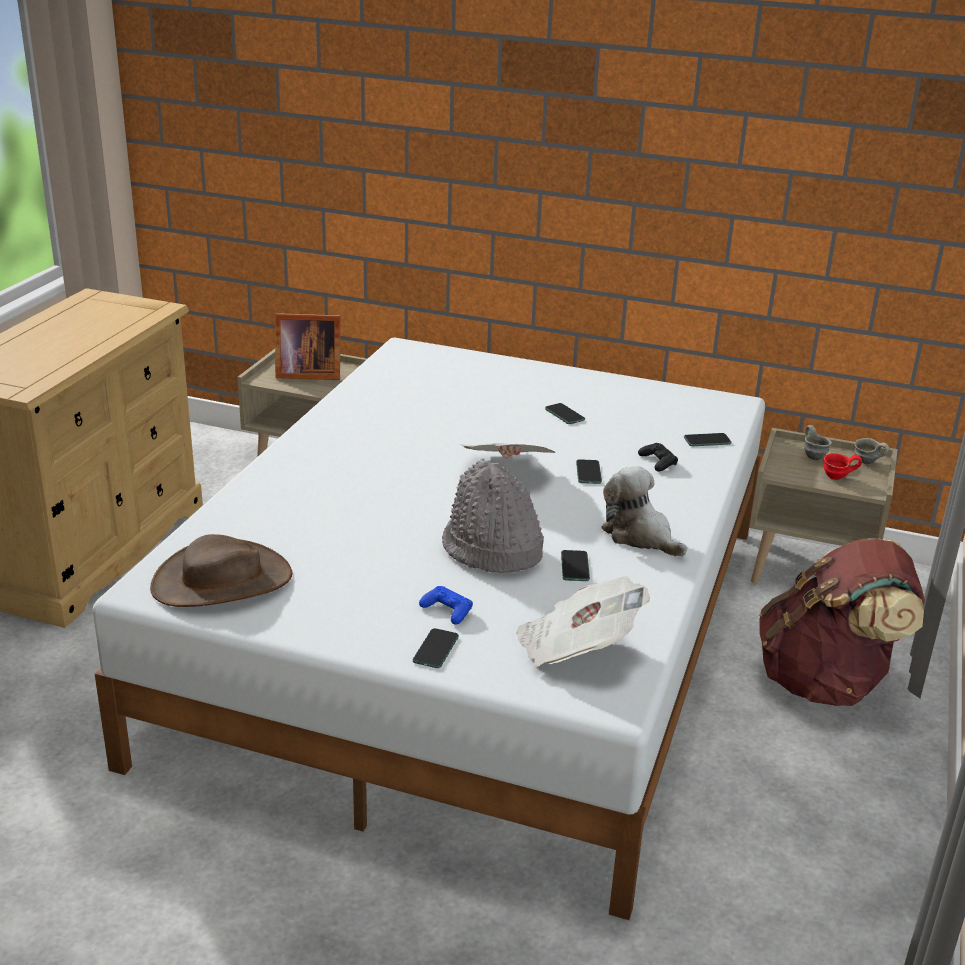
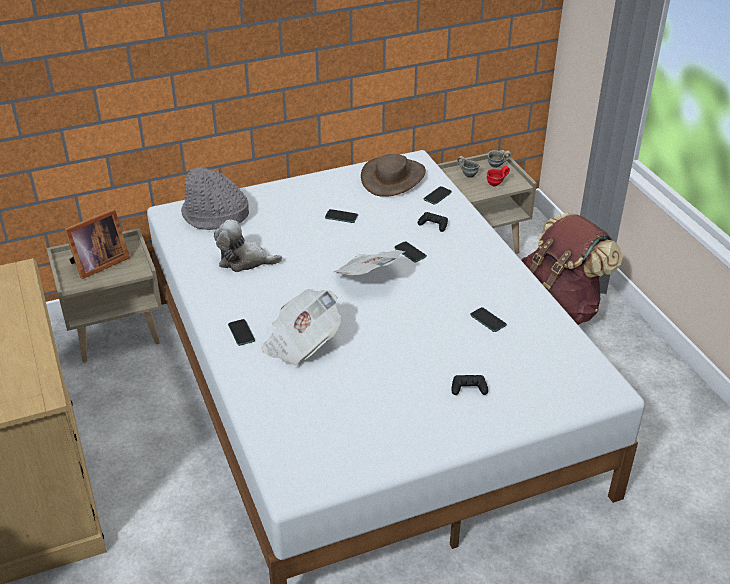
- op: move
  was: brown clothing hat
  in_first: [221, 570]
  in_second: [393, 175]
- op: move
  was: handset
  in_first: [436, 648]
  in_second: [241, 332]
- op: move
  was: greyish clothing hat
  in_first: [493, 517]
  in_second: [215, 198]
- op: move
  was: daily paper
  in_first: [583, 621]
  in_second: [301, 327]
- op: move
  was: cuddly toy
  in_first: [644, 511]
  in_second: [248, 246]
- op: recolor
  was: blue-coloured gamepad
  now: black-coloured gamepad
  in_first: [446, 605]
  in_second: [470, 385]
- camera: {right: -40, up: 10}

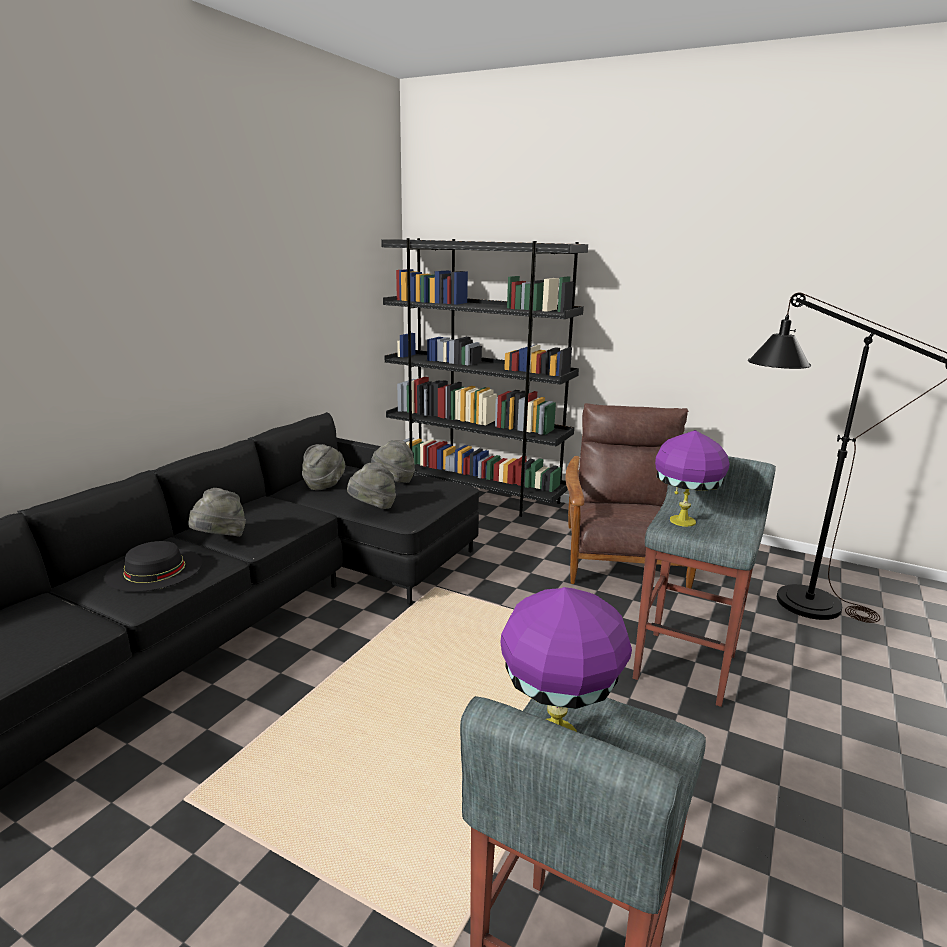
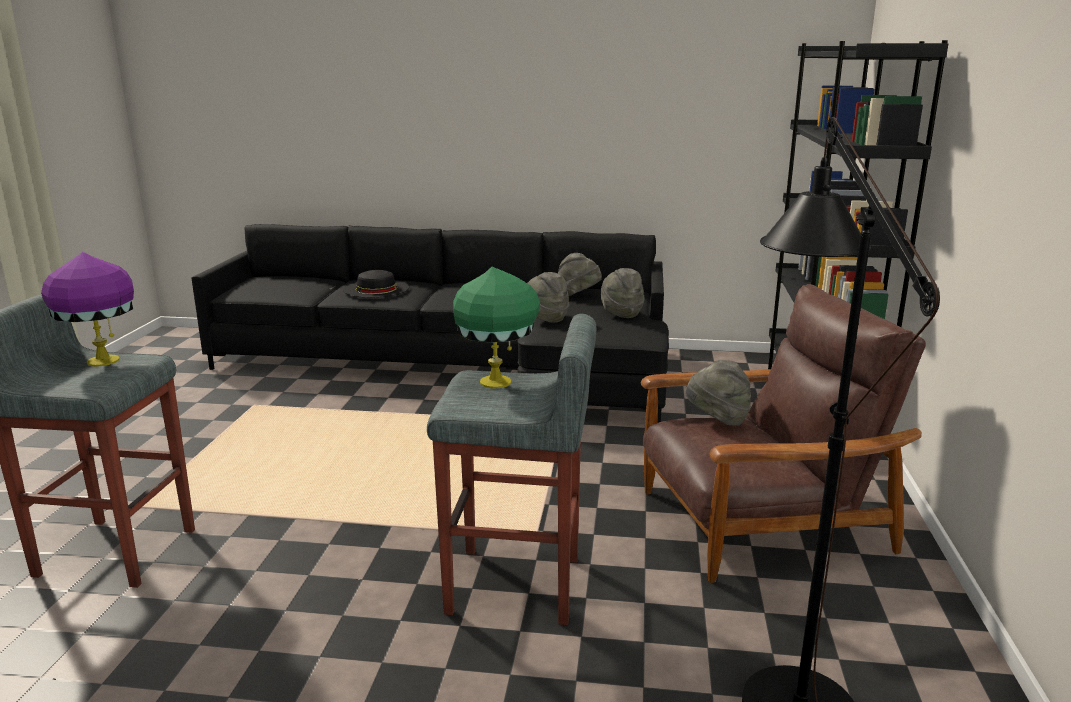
- op: move
  was: greyish clothing hat
  in_first: [217, 512]
  in_second: [718, 393]
- op: recolor
  was: purple-coloured lamp for a table
  now: green-coloured lamp for a table
  in_first: [692, 478]
  in_second: [496, 328]
- camera: {right: 70, up: 0}

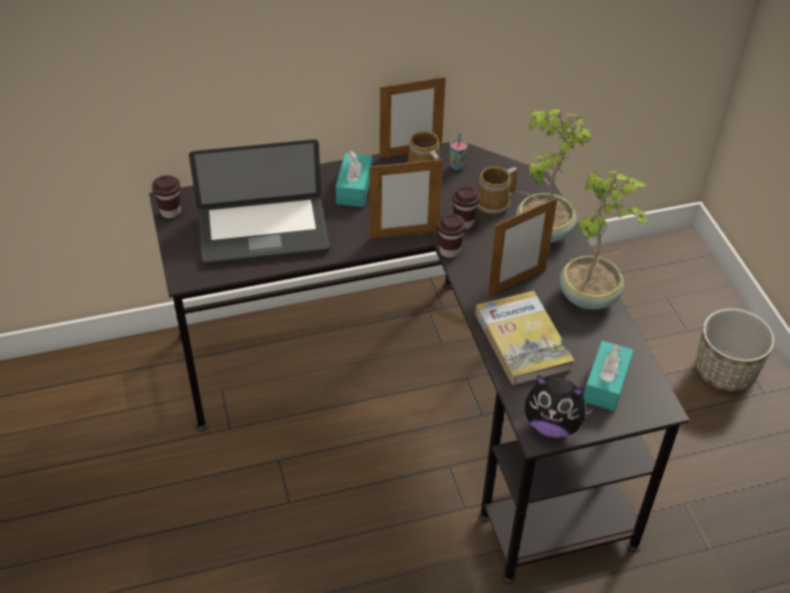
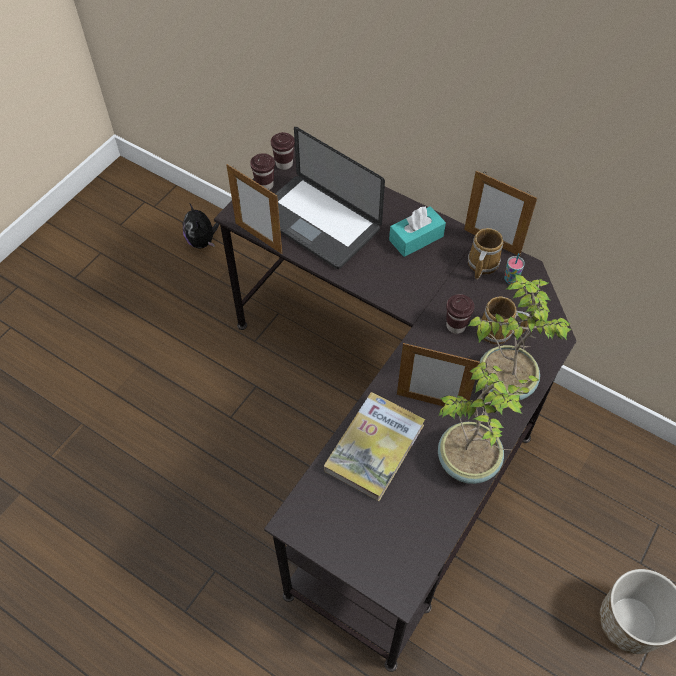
- op: delete
  was: turquoise-coloured box of tissues
  in_first: [608, 376]
- op: move
  was: picture frame
  in_first: [406, 198]
  in_second: [254, 209]
- op: move
  was: brown cup
  in_first: [451, 236]
  in_second: [262, 171]
- op: move
  was: cuddly toy
  in_first: [559, 406]
  in_second: [201, 226]
- camera: {right: 50, up: 10}

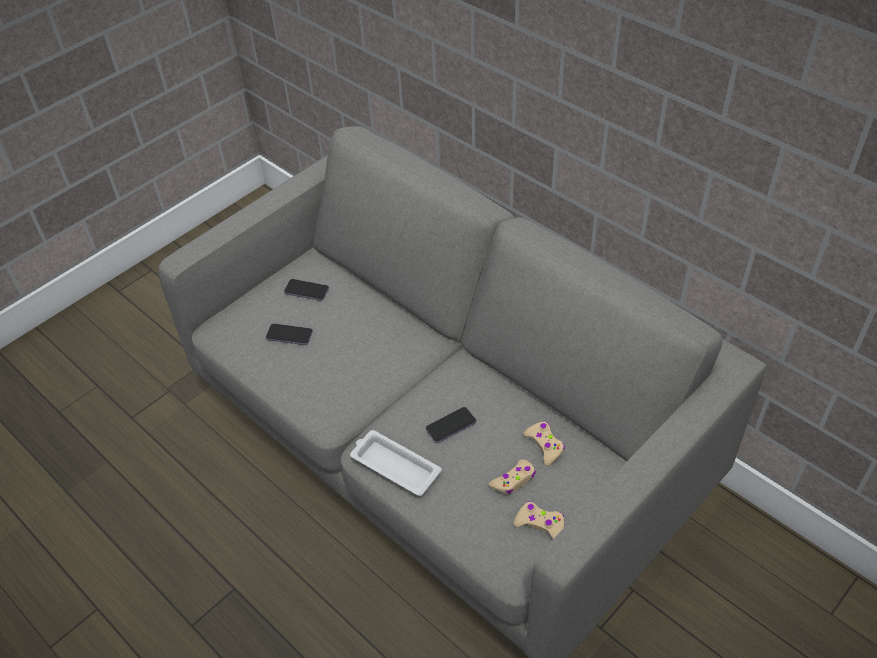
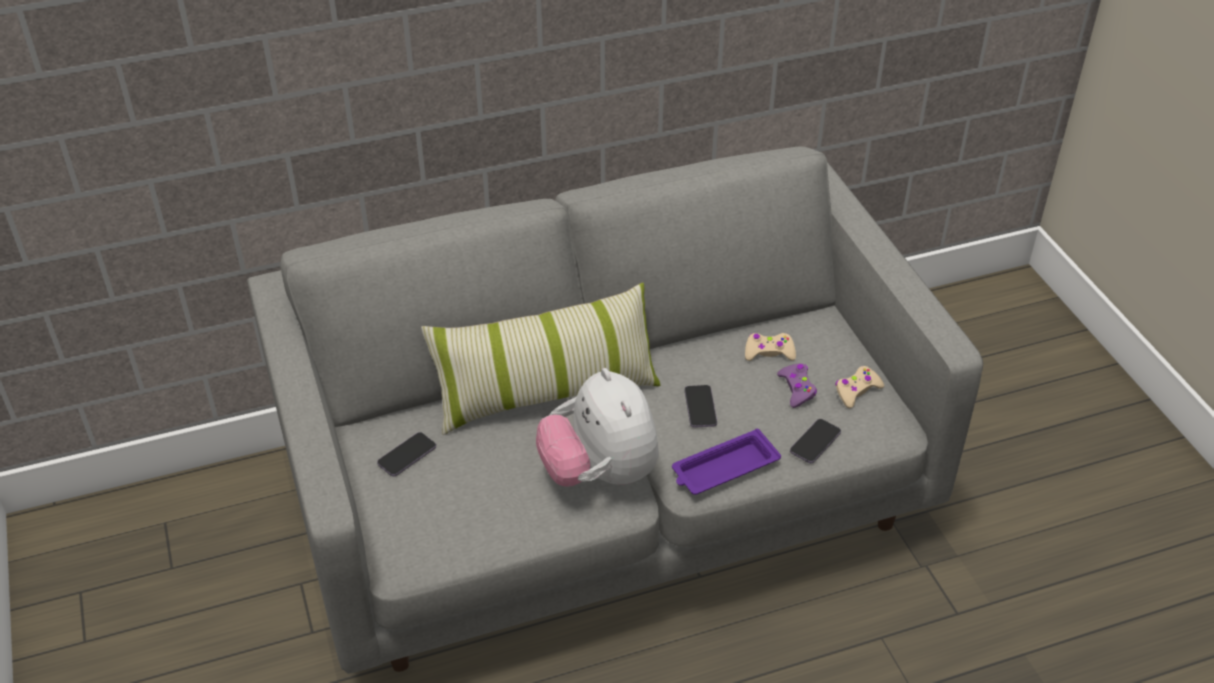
- op: insert
  now: cushion
  in_second: [540, 359]
- op: insert
  now: cuddly toy
  in_second: [597, 427]
- op: move
  was: handset
  in_first: [289, 334]
  in_second: [815, 441]
- op: recolor
  was: white-coloured carrying tray
  now: purple-coloured carrying tray
  in_first: [396, 463]
  in_second: [726, 461]
- op: recolor
  was: beige-coloured gamepad
  now: purple-coloured gamepad
  in_first: [512, 476]
  in_second: [797, 385]
- camera: {right: -65, up: -5}

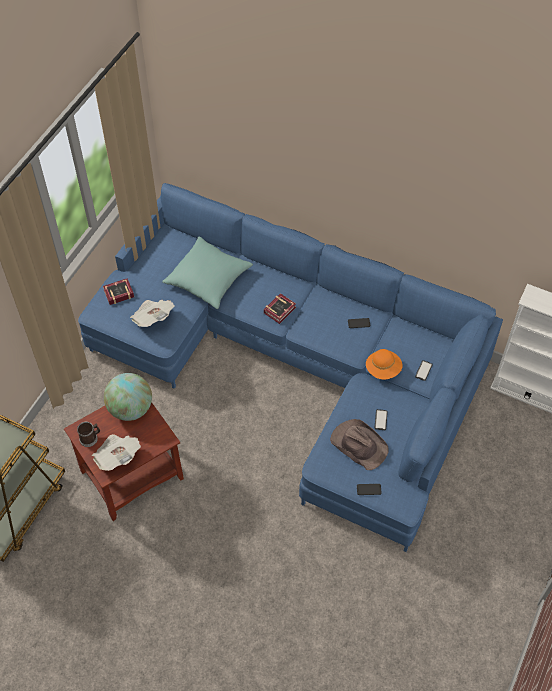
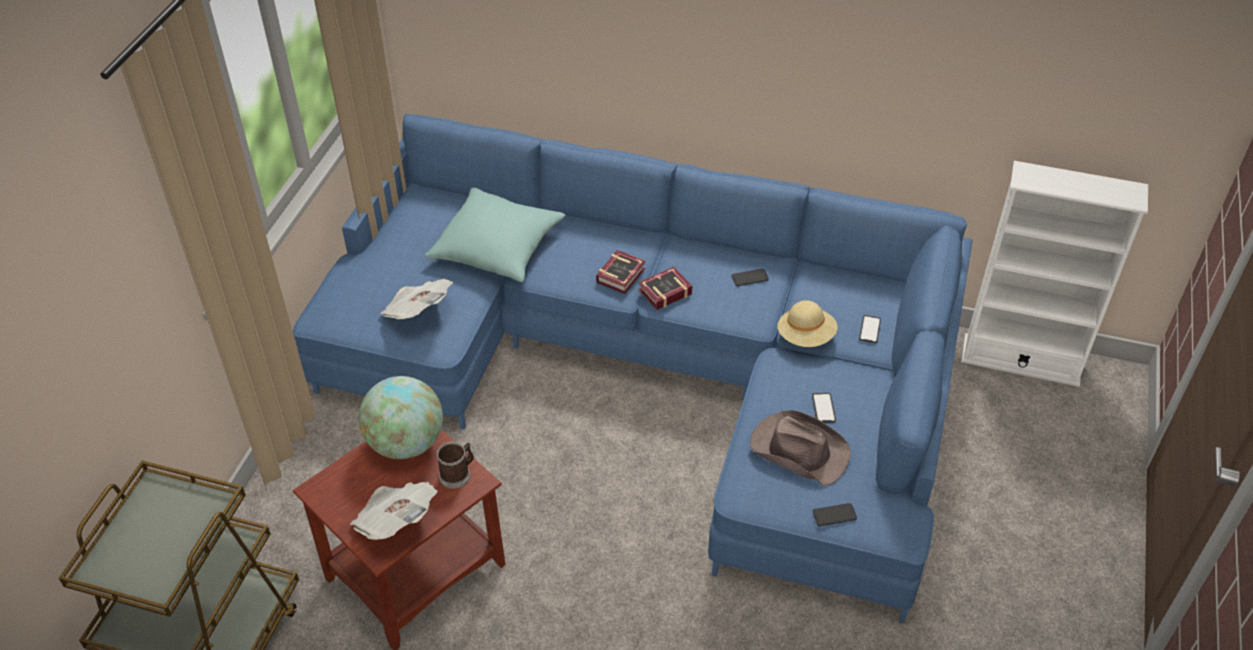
- op: move
  was: mug
  in_first: [88, 434]
  in_second: [455, 465]
- op: move
  was: book
  in_first: [118, 292]
  in_second: [665, 288]
- op: recolor
  was: orangey clothing hat
  now: beige-coloured clothing hat
  in_first: [384, 364]
  in_second: [807, 323]
- camera: {right: -10, up: -10}

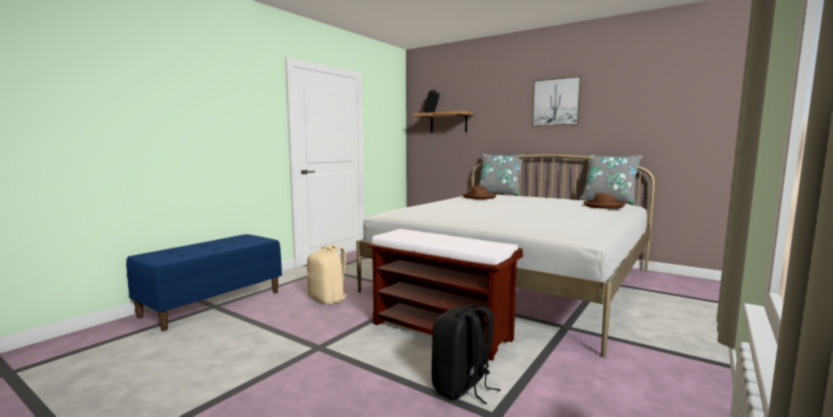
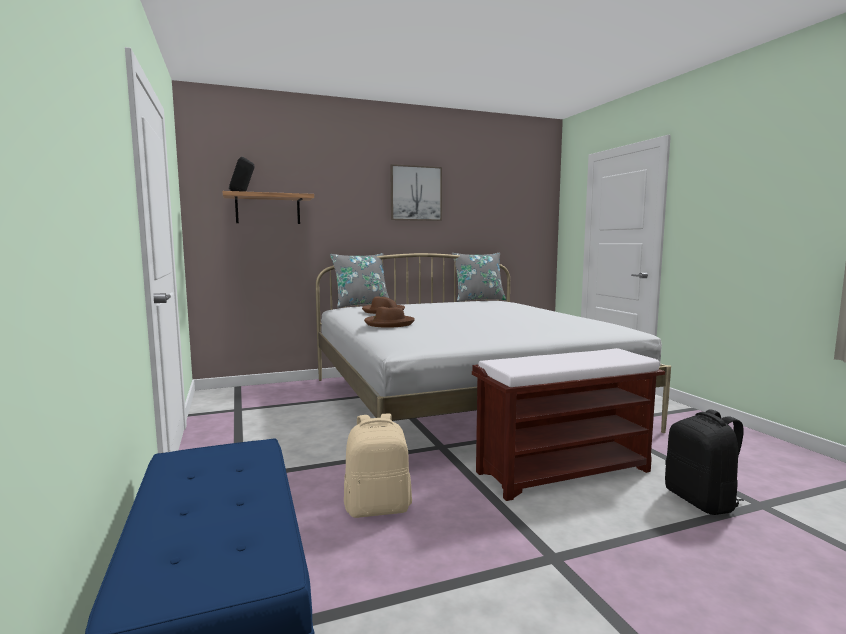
- op: move
  was: brown clothing hat
  in_first: [604, 201]
  in_second: [389, 317]
- camera: {right: -55, up: 0}

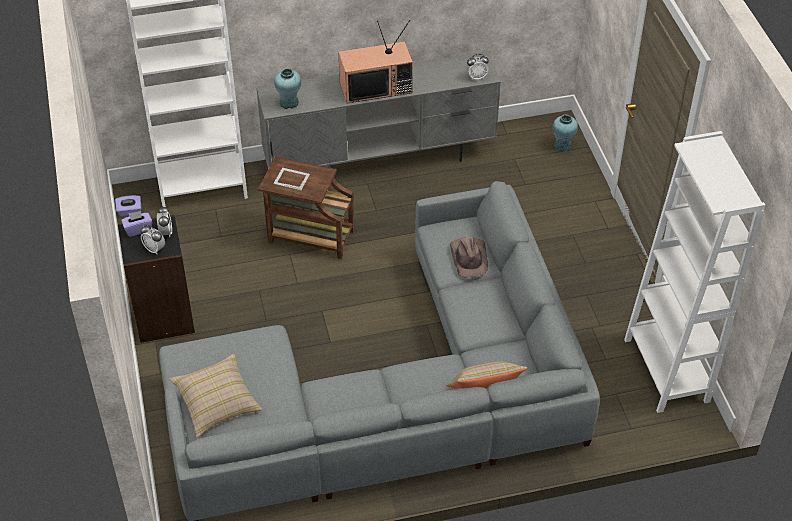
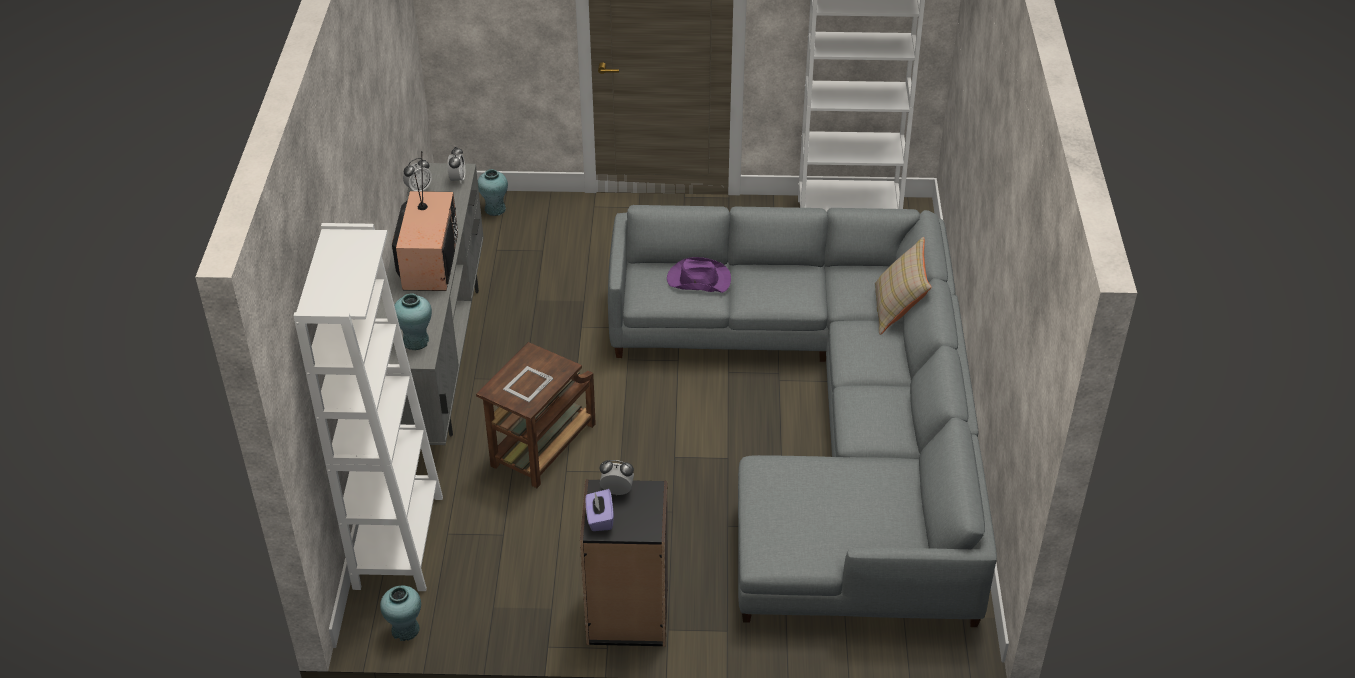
- op: delete
  was: beige-coloured cushion
  in_first: [215, 396]
- op: move
  was: alarm clock
  in_first: [153, 239]
  in_second: [417, 174]
- op: replace
  was: purple-coloured box of tissues
  now: turquoise-coloured vase
  in_first: [128, 205]
  in_second: [400, 613]
- op: recolor
  was: brown clothing hat
  now: purple-coloured clothing hat
  in_first: [469, 257]
  in_second: [699, 275]
- camera: {right: -75, up: -5}

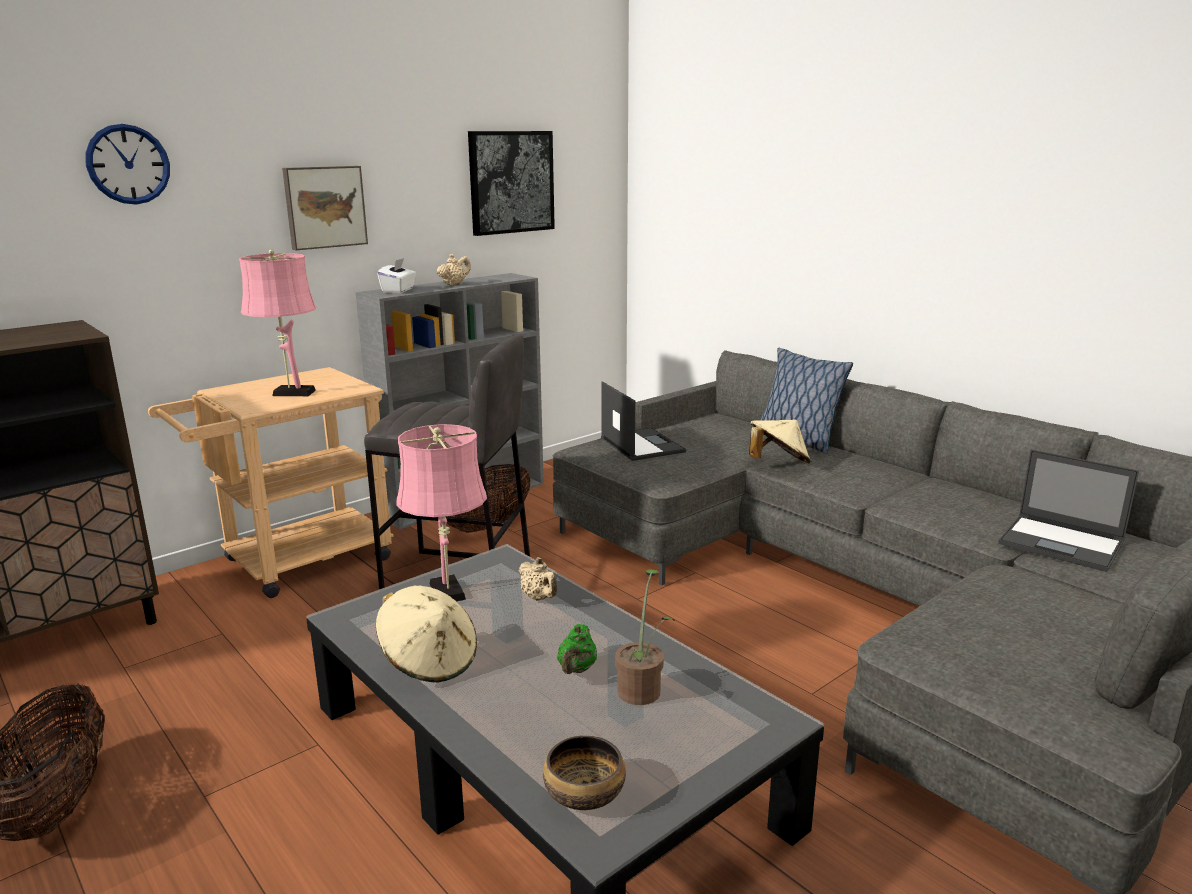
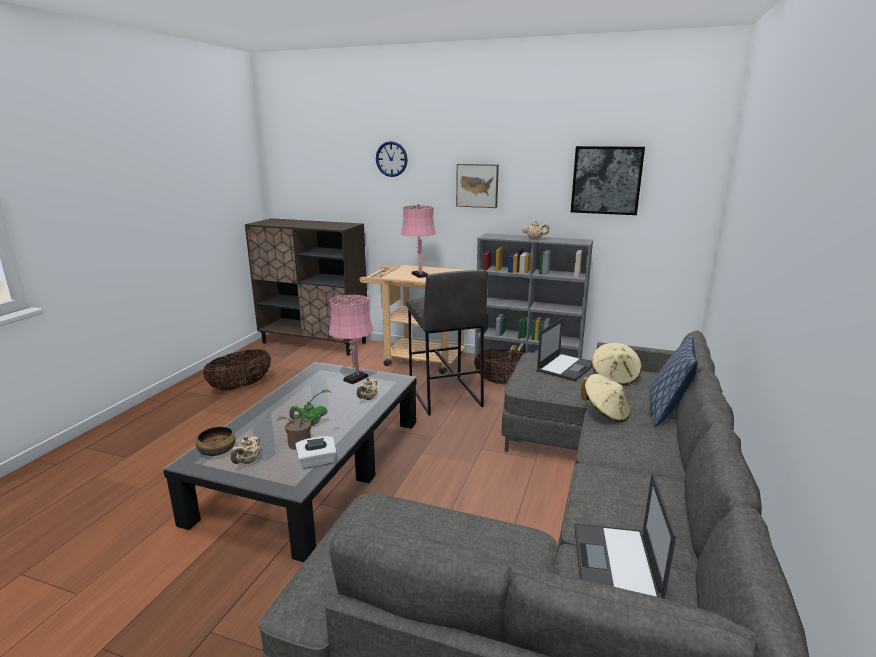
- op: insert
  now: beige-coloured pot for tea
  in_second: [245, 450]
- op: move
  was: beige-coloured clothing hat
  in_first: [426, 634]
  in_second: [616, 364]
- op: move
  was: white-coloured box of tissues
  in_first: [396, 275]
  in_second: [315, 452]
- camera: {right: 60, up: 0}

